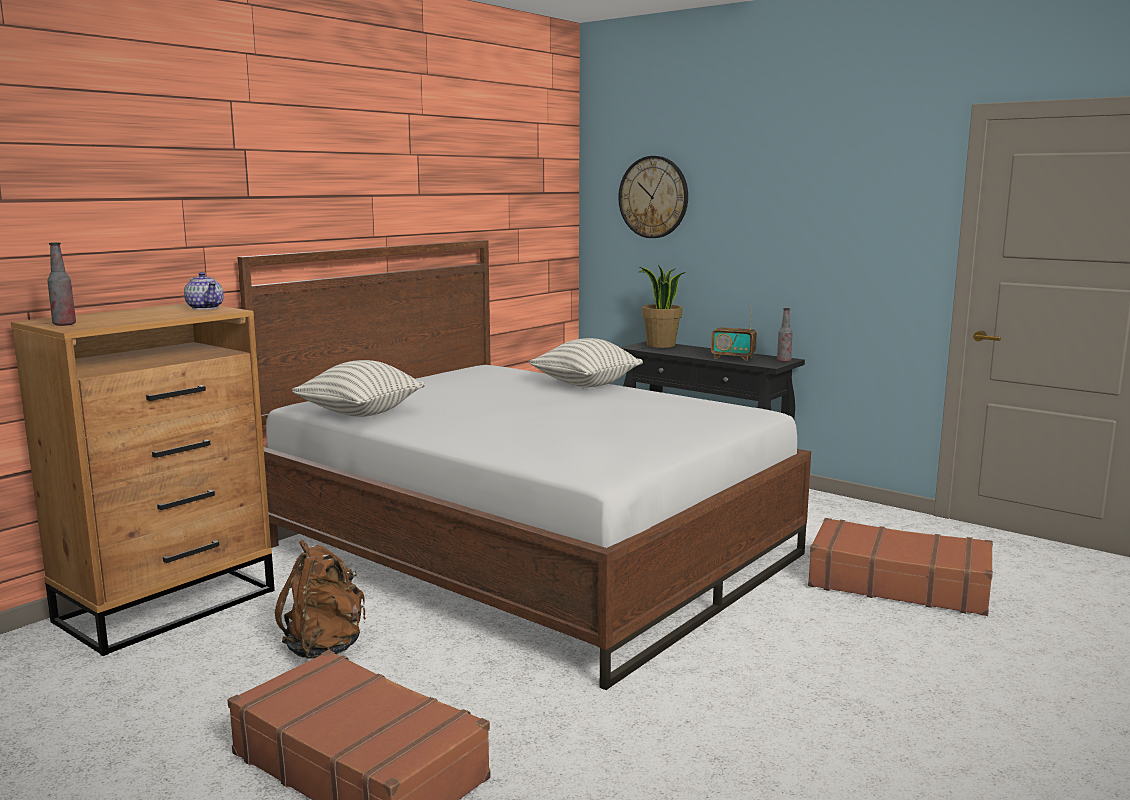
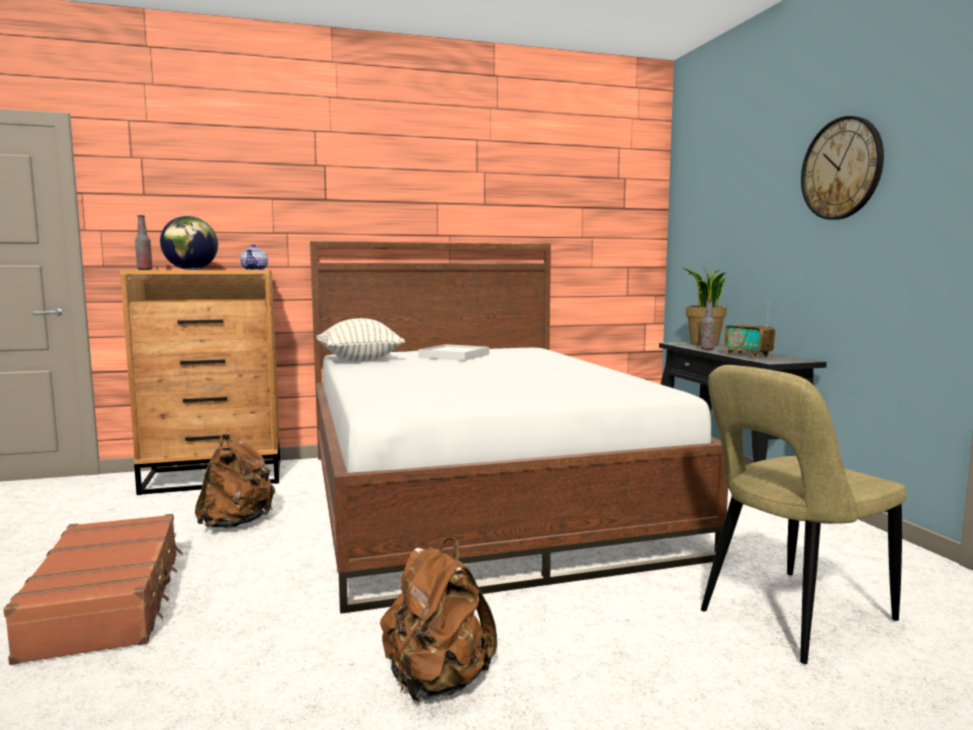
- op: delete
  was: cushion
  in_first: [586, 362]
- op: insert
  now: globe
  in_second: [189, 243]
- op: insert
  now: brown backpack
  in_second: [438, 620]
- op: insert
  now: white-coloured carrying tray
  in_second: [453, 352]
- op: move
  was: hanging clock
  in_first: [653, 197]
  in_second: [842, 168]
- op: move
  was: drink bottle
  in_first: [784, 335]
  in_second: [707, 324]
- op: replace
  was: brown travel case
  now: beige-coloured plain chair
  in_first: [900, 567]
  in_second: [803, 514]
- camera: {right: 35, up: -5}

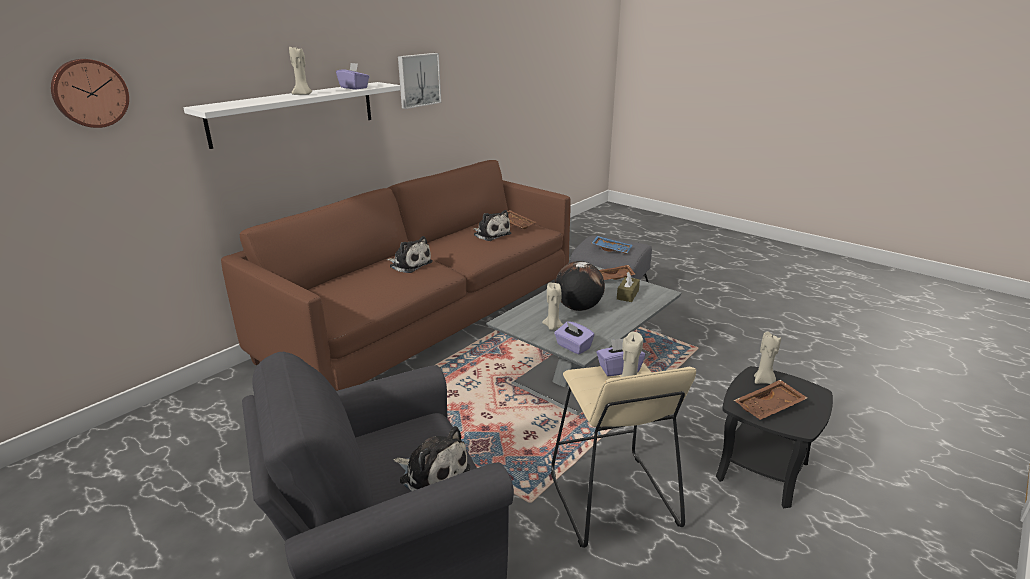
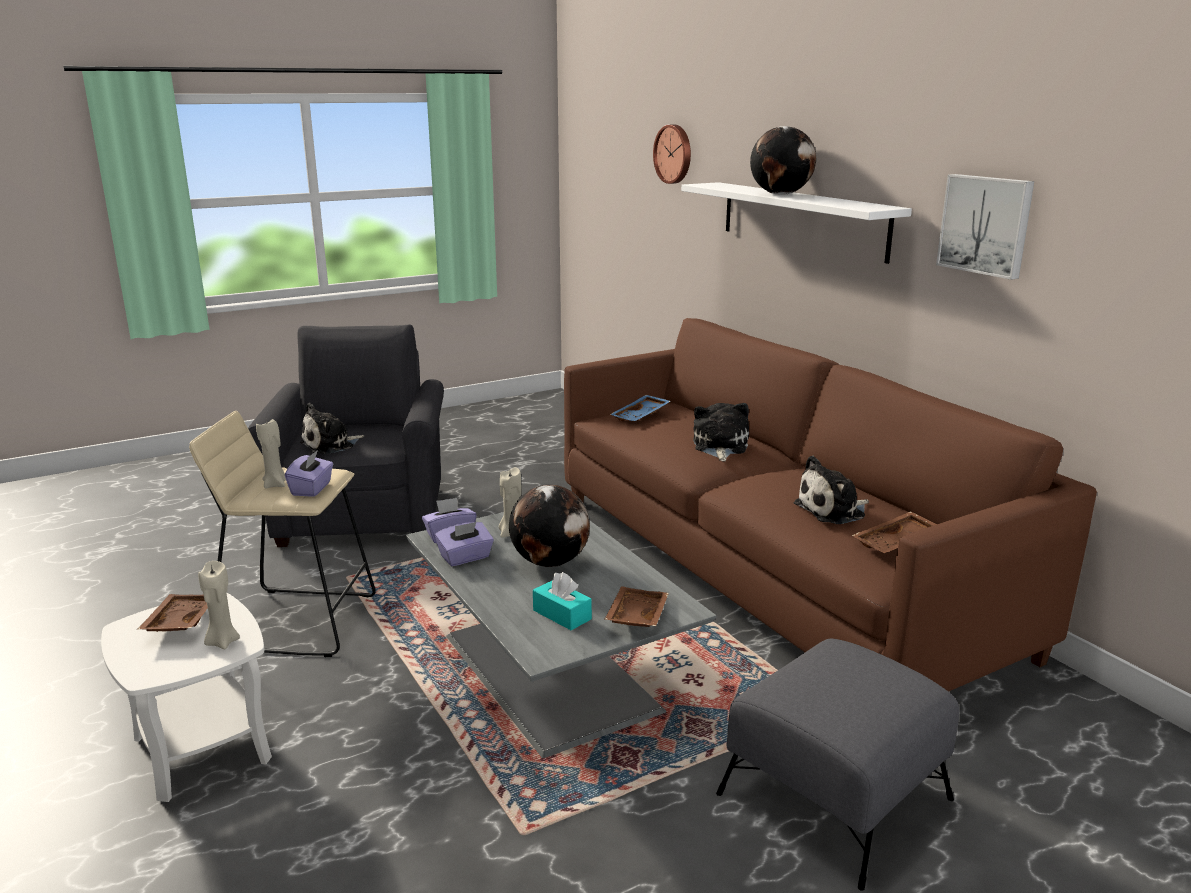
- op: move
  was: purple-coloured box of tissues
  in_first: [353, 76]
  in_second: [464, 544]
- op: move
  was: blue-coloured carrying tray
  in_first: [612, 245]
  in_second: [640, 408]
- op: replace
  was: beige-coloured wax candle
  now: globe
  in_first: [300, 71]
  in_second: [783, 160]
- op: recolor
  was: brown box of tissues
  now: turquoise-coloured box of tissues
  in_first: [628, 287]
  in_second: [562, 601]
- op: recolor
  was: black-coloured accent table
  now: white-coloured accent table
  in_first: [774, 437]
  in_second: [186, 697]
- op: rotate
  was: cuddly toy
  in_first: [410, 254]
  in_second: [721, 432]
  clockwise: 135
- camera: {right: 110, up: -5}

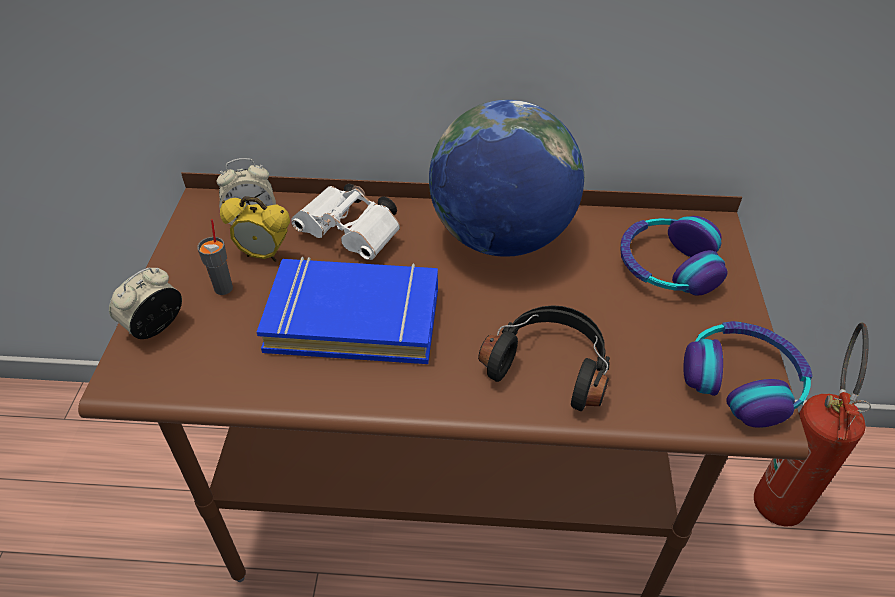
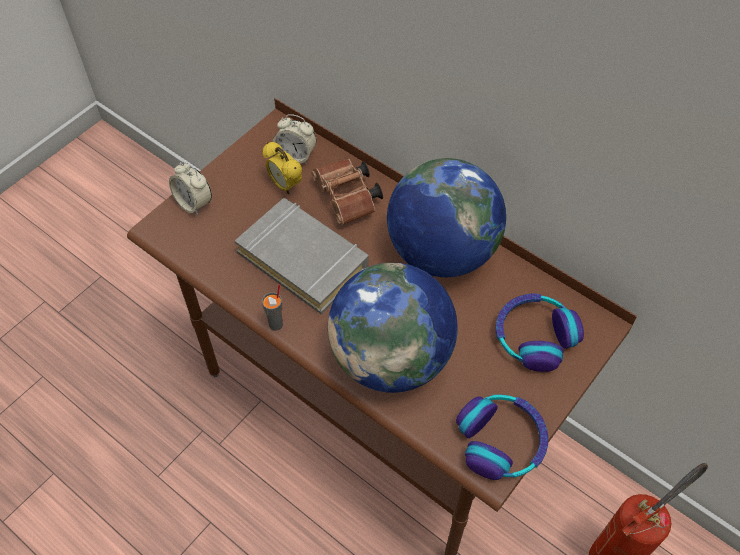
- op: move
  was: greyish cup
  in_first: [215, 257]
  in_second: [272, 307]
- op: replace
  was: black-coloured headphones
  now: globe
  in_first: [544, 358]
  in_second: [393, 328]
- op: recolor
  was: blue-coloured book
  now: greyish book
  in_first: [347, 310]
  in_second: [301, 256]
- op: recolor
  was: white-coloured pair of binoculars
  now: brown pair of binoculars
  in_first: [345, 222]
  in_second: [347, 191]
- op: rotate
  was: alarm clock
  in_first: [145, 303]
  in_second: [190, 188]
  clockwise: -120
- camera: {right: 35, up: 10}

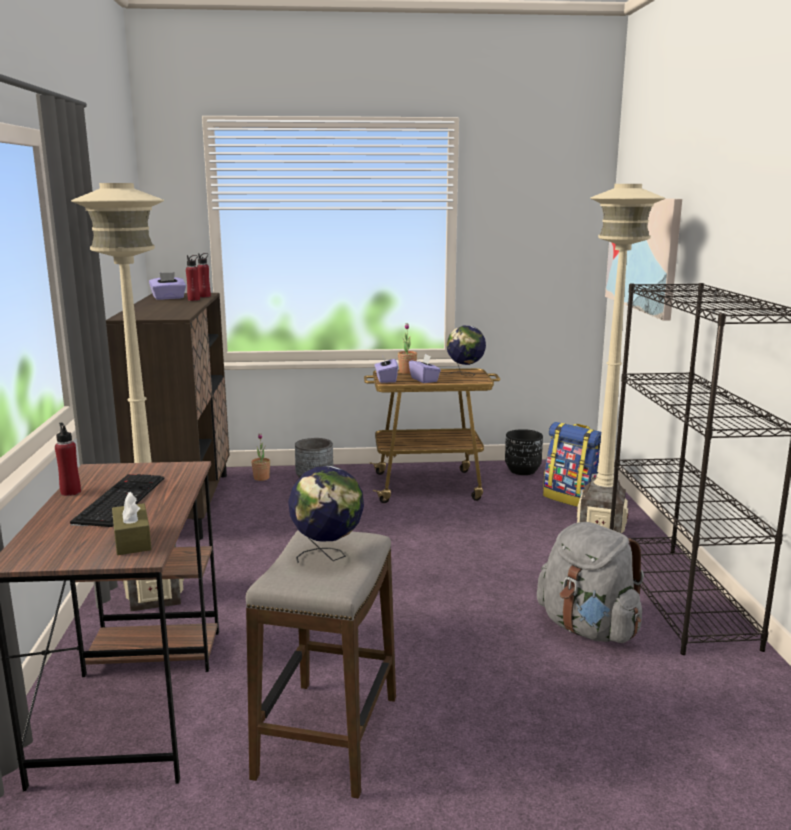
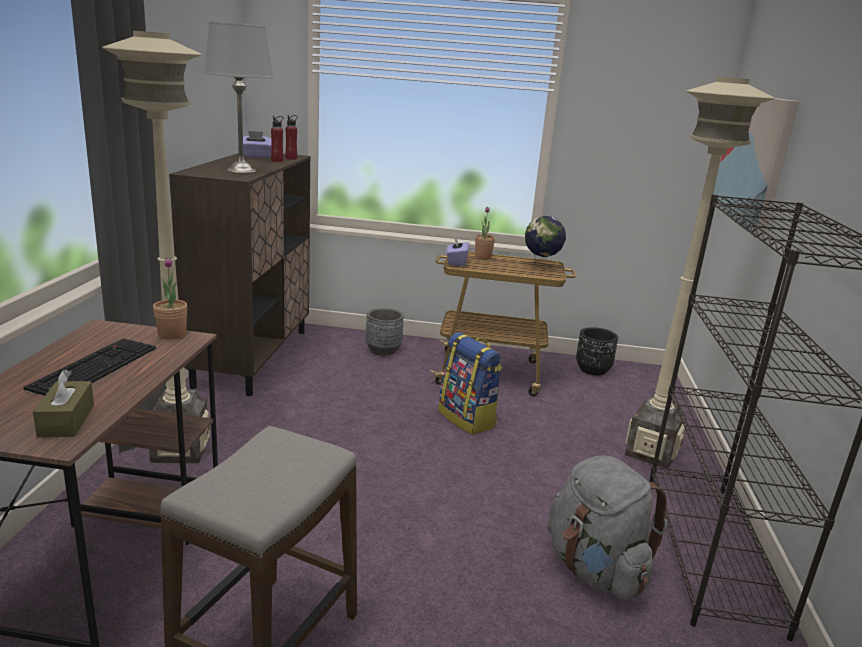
- op: delete
  was: reddish drink bottle
  in_first: [68, 459]
- op: delete
  was: globe
  in_first: [326, 514]
- op: delete
  was: purple-coloured box of tissues
  in_first: [425, 368]
- op: insert
  now: greyish lamp for a table
  in_second: [238, 97]
- op: move
  was: plant in a pot
  in_first: [260, 457]
  in_second: [170, 298]
- op: move
  was: backpack
  in_first: [572, 464]
  in_second: [470, 383]
- camera: {right: 10, up: 5}

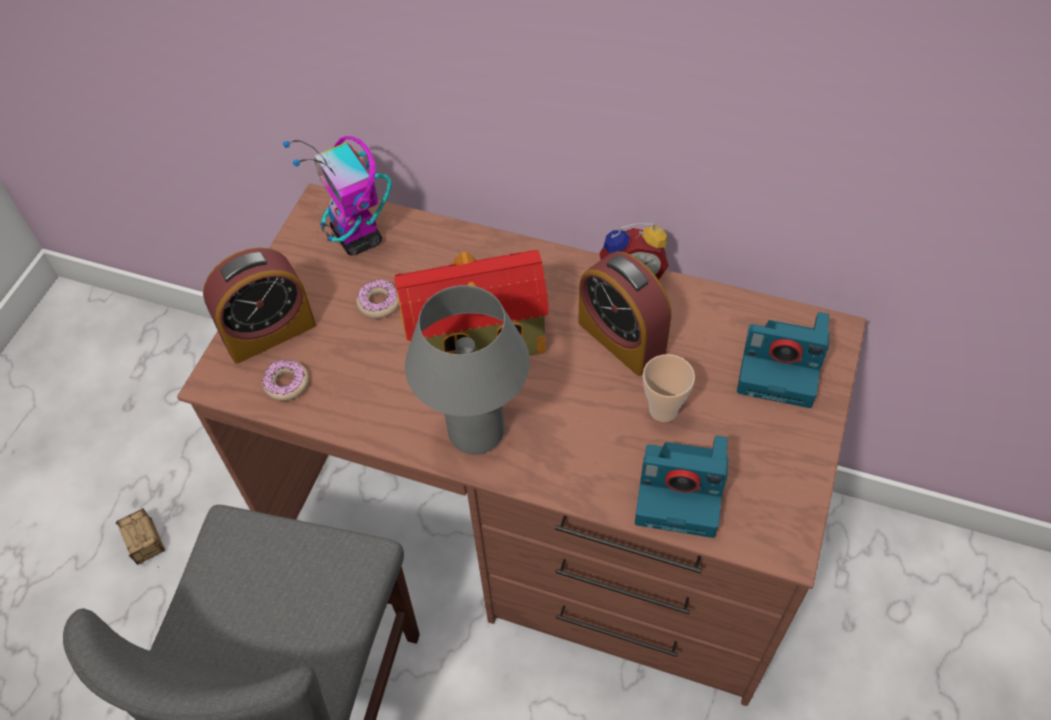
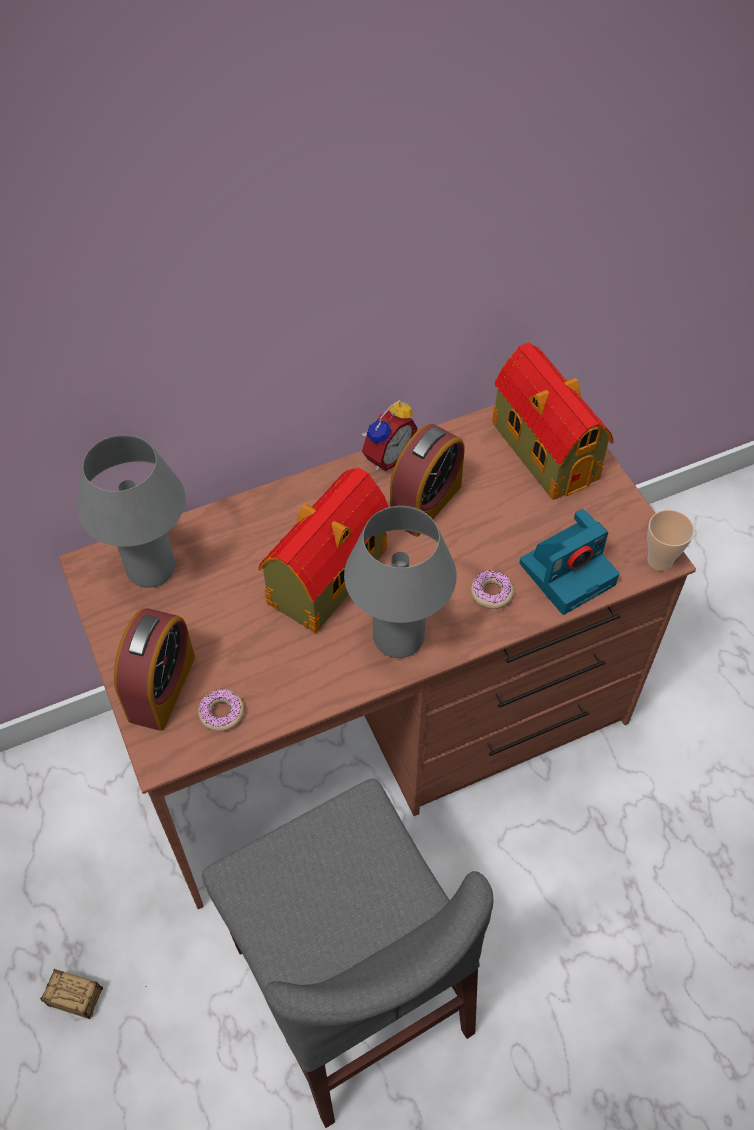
- op: move
  was: doughnut
  in_first: [377, 299]
  in_second: [492, 589]
- op: move
  was: cup
  in_first: [669, 388]
  in_second: [670, 540]
- op: replace
  was: toy robot
  now: greyish lamp for a table
  in_first: [337, 196]
  in_second: [131, 511]
- op: replace
  was: still camera
  now: miniature house
  in_first: [783, 360]
  in_second: [553, 421]
- op: rotate
  was: alarm clock
  in_first: [624, 313]
  in_second: [427, 480]
  clockwise: -60
- camera: {right: -45, up: 0}

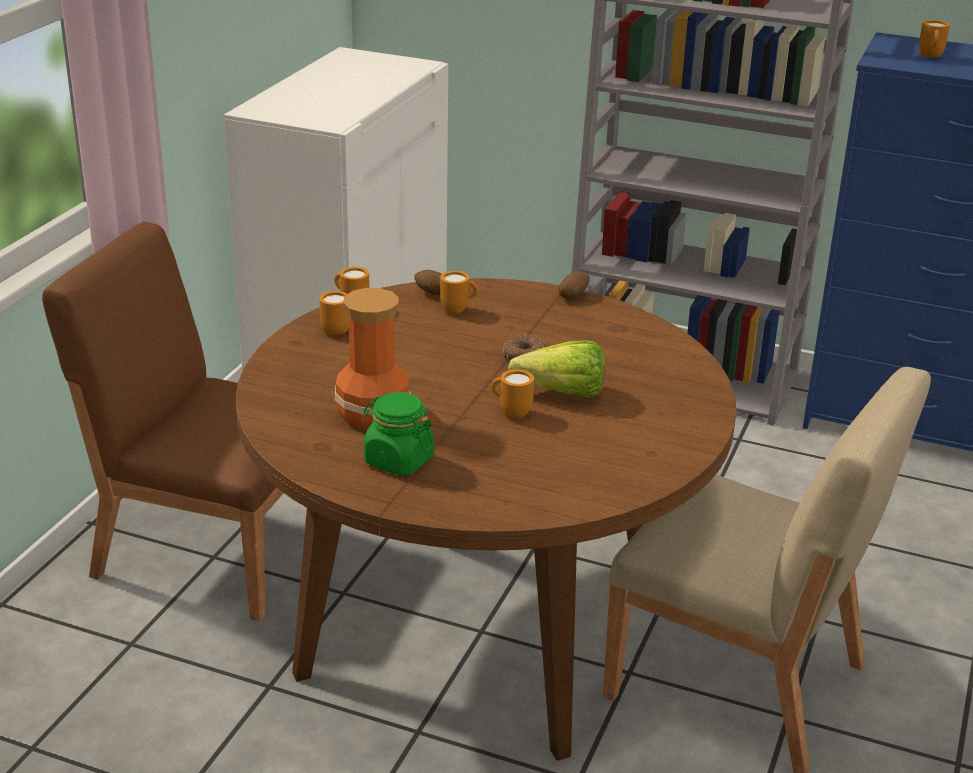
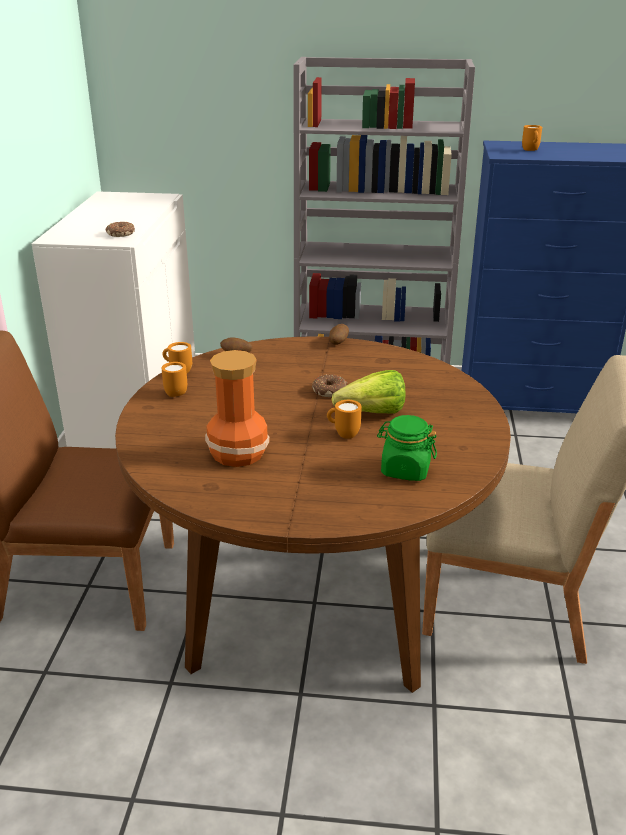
- op: delete
  was: orangey mug
  in_first: [459, 292]
- op: insert
  now: doughnut
  in_second: [120, 229]
- op: move
  was: green-coloured jar
  in_first: [399, 434]
  in_second: [407, 448]
- camera: {right: -15, up: 0}

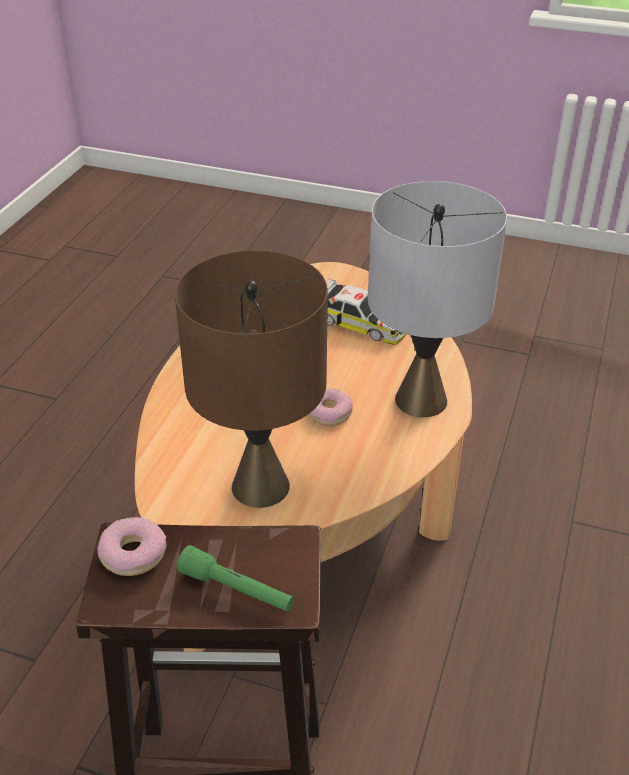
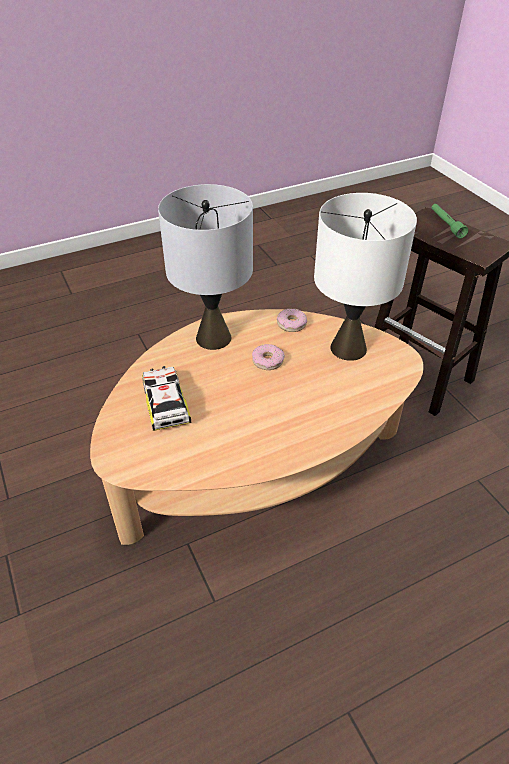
- op: move
  was: doughnut
  in_first: [132, 546]
  in_second: [292, 320]
- op: recolor
  was: brown lamp for a table
  now: white-coloured lamp for a table
  in_first: [251, 379]
  in_second: [365, 277]
- camera: {right: -135, up: 5}

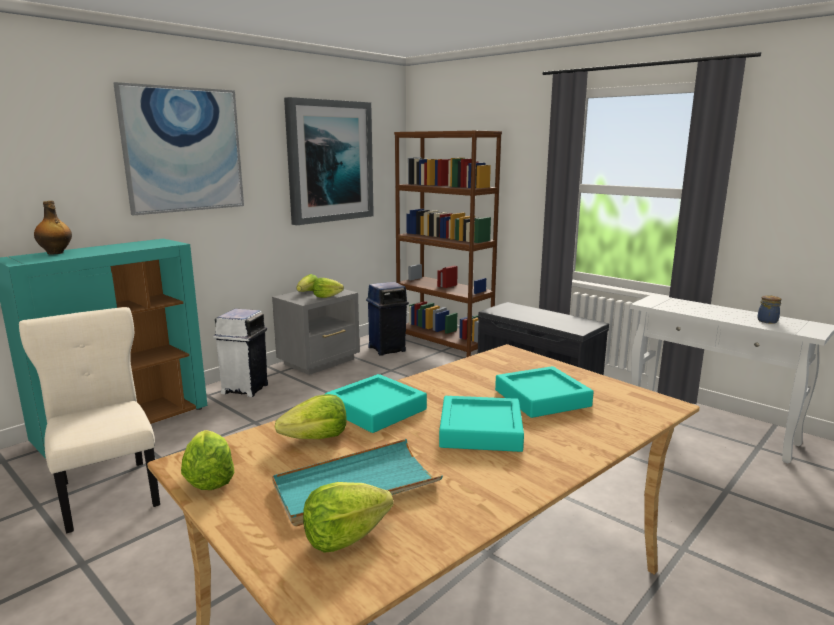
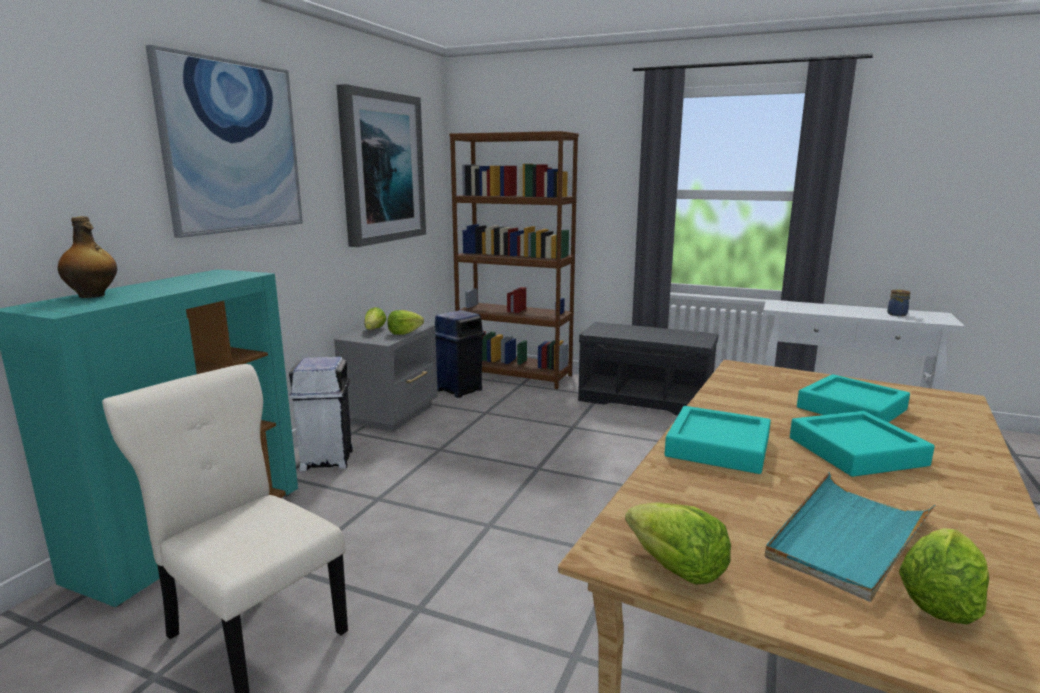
- op: delete
  was: head of lettuce
  in_first: [311, 416]
- camera: {right: -20, up: 0}

